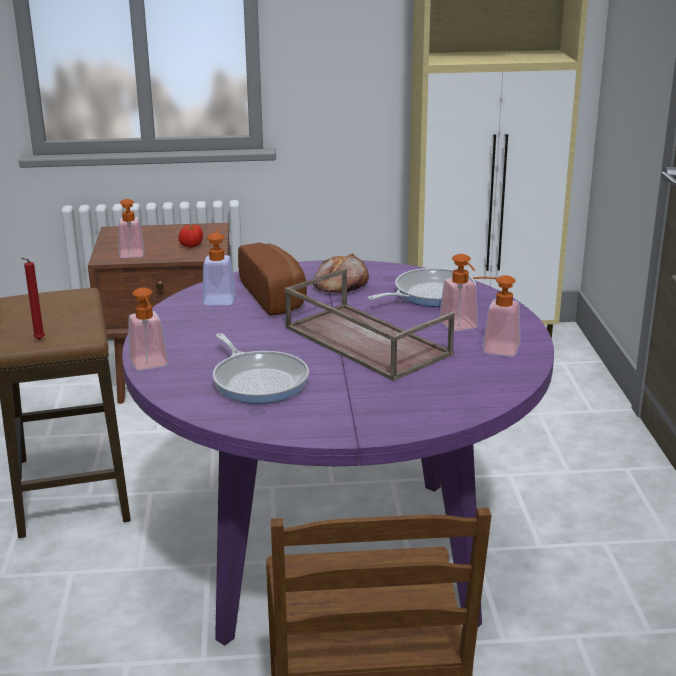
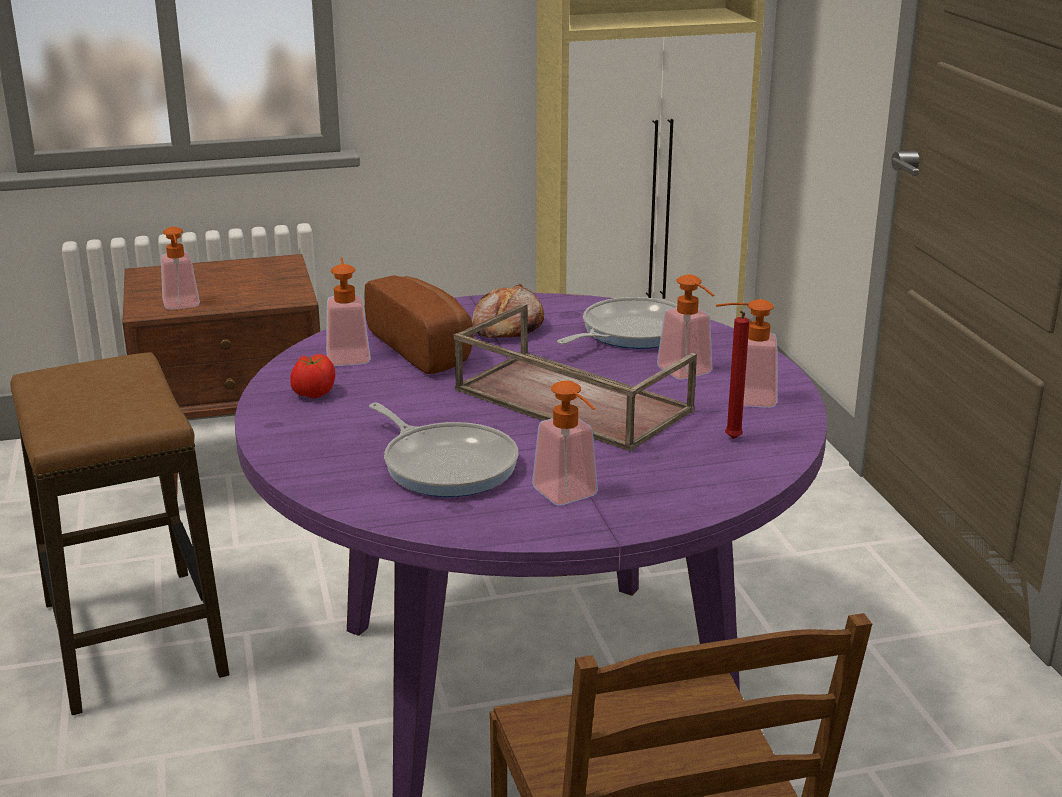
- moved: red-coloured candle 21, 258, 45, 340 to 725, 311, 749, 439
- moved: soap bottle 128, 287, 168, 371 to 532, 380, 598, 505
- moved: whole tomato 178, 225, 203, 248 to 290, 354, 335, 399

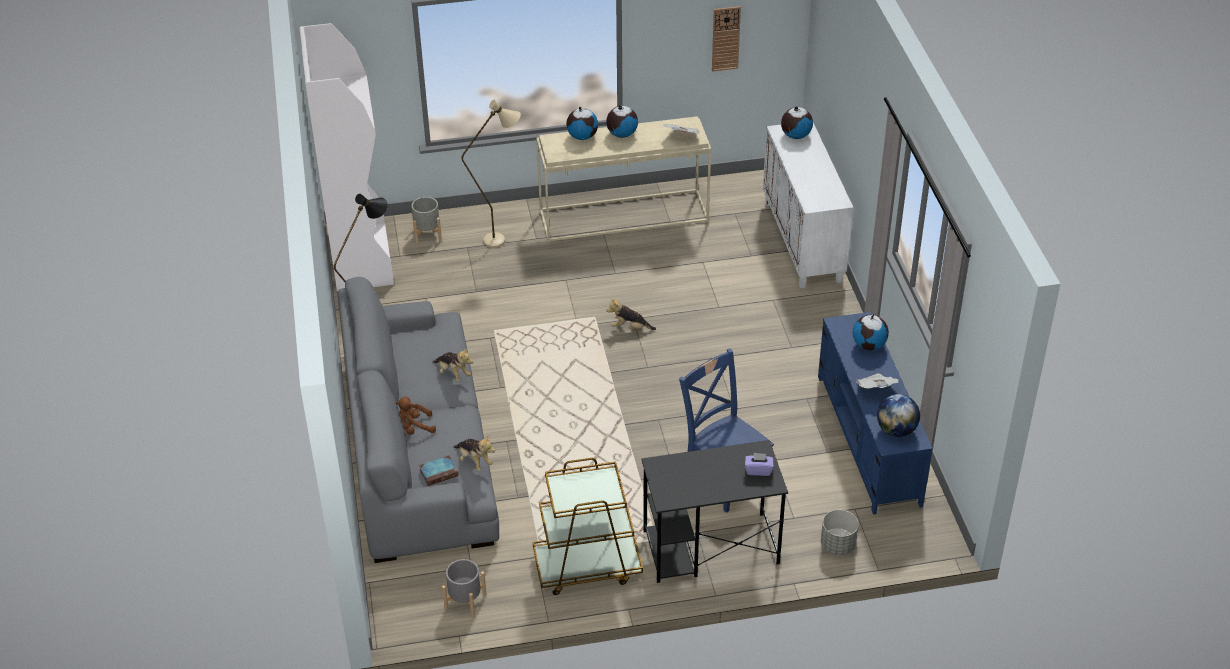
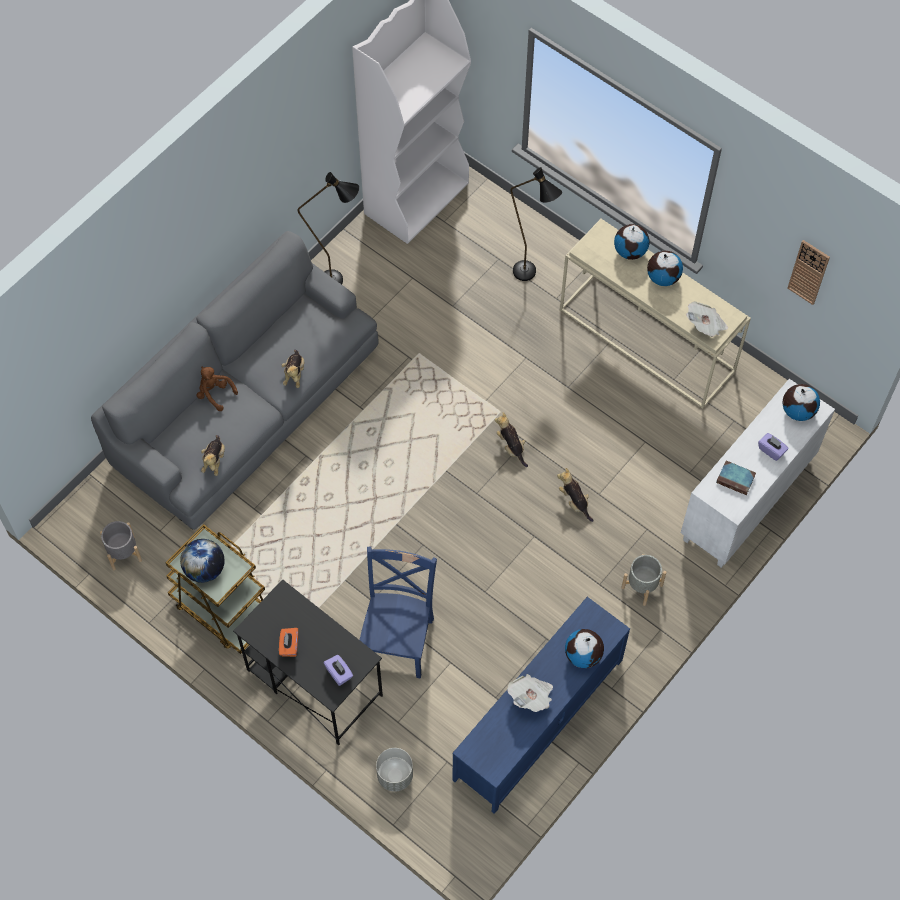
- added: orangey box of tissues 279, 628, 298, 657
- added: plush toy 557, 468, 594, 522
- added: purple-coloured box of tissues 758, 433, 788, 461
- moved: grey flower pot 411, 197, 442, 244 to 621, 554, 666, 606
- moved: bound book 419, 455, 458, 486 to 716, 460, 756, 495
- moved: desk globe 877, 394, 920, 437 to 180, 539, 225, 583
- recoloured: sand-coloured standard lamp 461, 100, 521, 248 to black-coloured standard lamp 510, 167, 562, 281

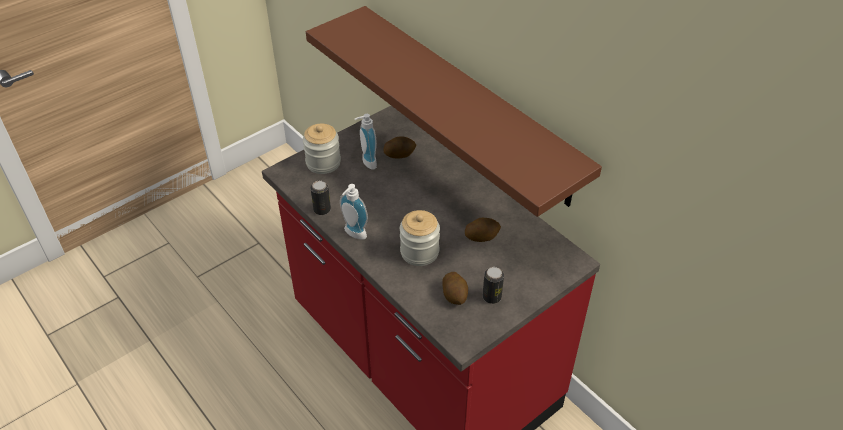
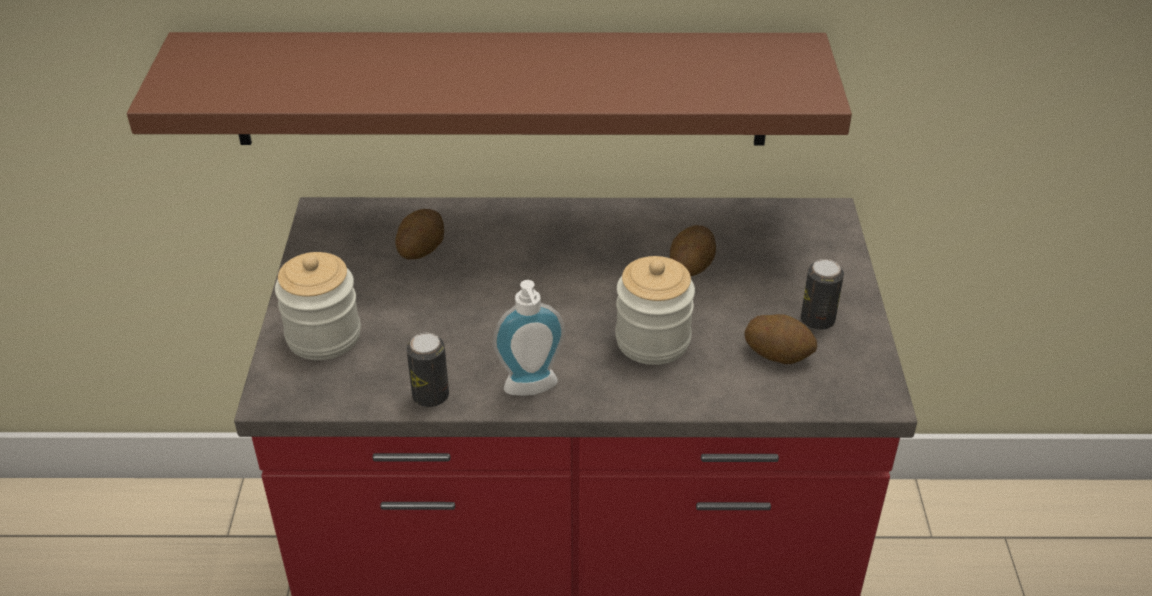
- removed: soap bottle 355, 114, 377, 169

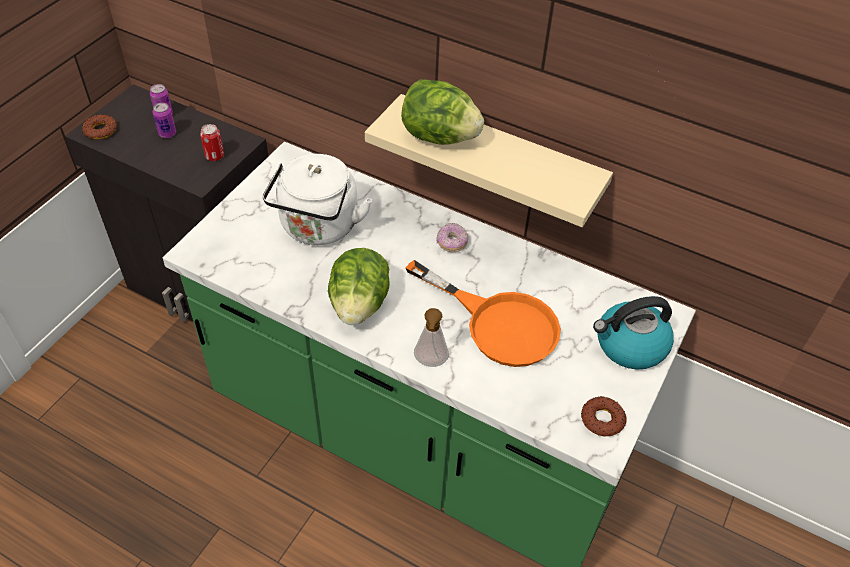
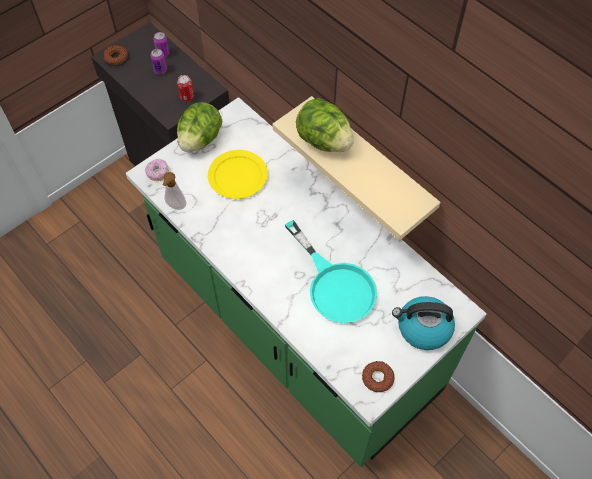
- moved: lettuce head 328, 248, 389, 325 to 177, 102, 222, 152
- moved: soap bottle 414, 308, 449, 367 to 162, 172, 186, 210
- moved: ring doughnut 436, 223, 468, 252 to 145, 159, 169, 181
- replaced: white kettle 263, 154, 372, 245 to yellow flat dish 208, 150, 268, 199
- recoloured: orangey skillet 406, 260, 561, 367 to turquoise-coloured skillet 285, 220, 377, 323

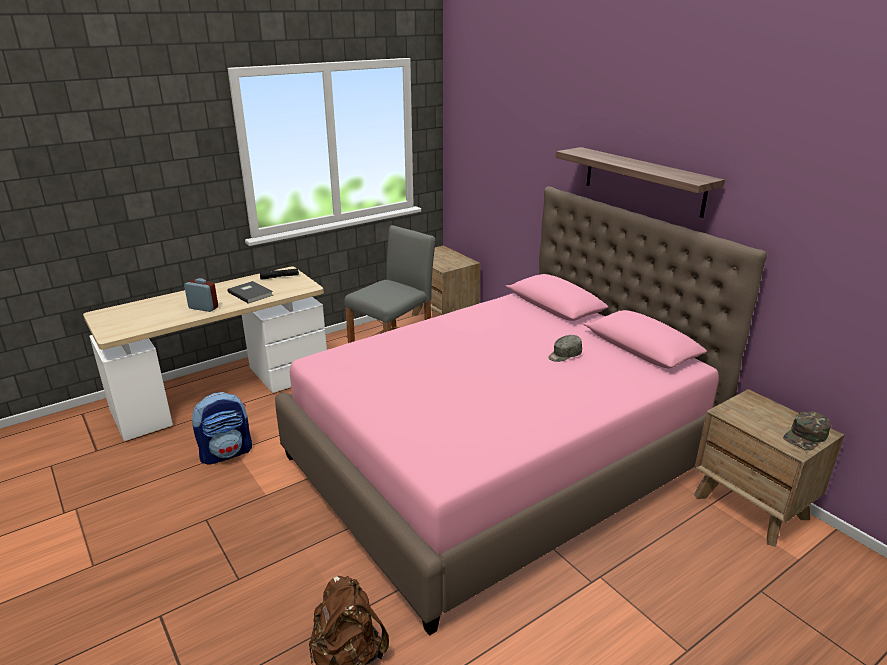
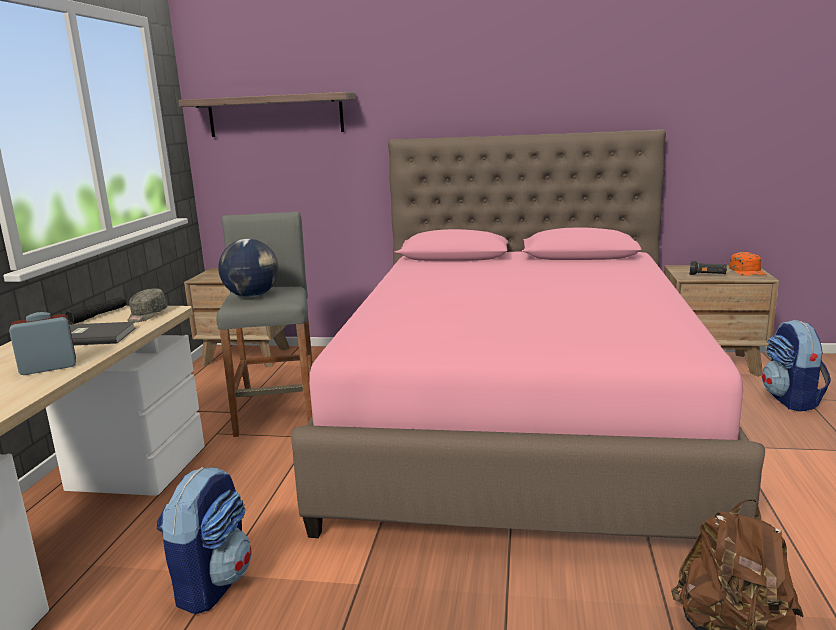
- added: desk globe 218, 239, 279, 297
- added: black-coloured hand torch 690, 261, 727, 275
- added: backpack 762, 320, 831, 412
- moved: grey cap 548, 335, 582, 362 to 127, 288, 167, 322
- moved: shelf 556, 147, 725, 218 to 178, 92, 356, 137
- recoloured: greenish cap 783, 411, 831, 450 to orangey cap 729, 252, 767, 276

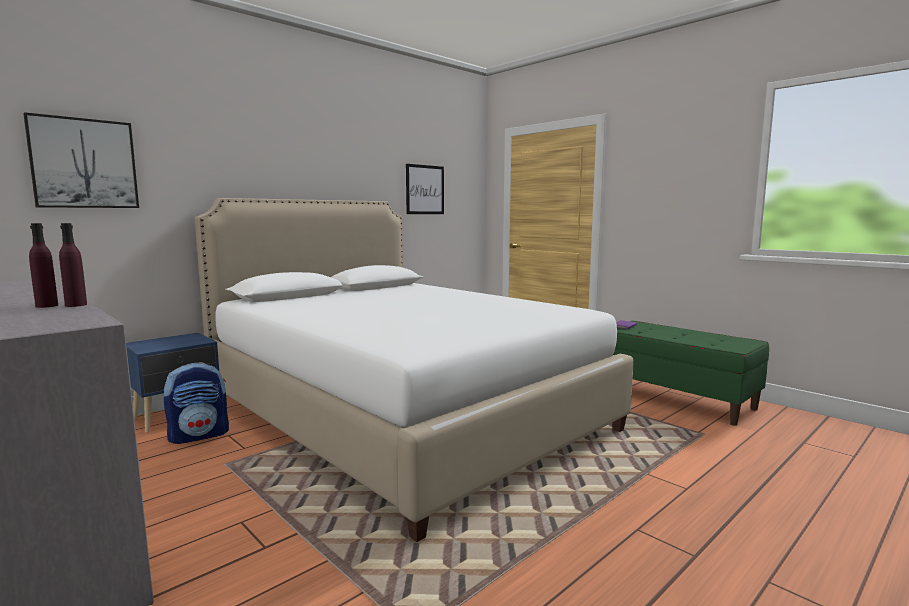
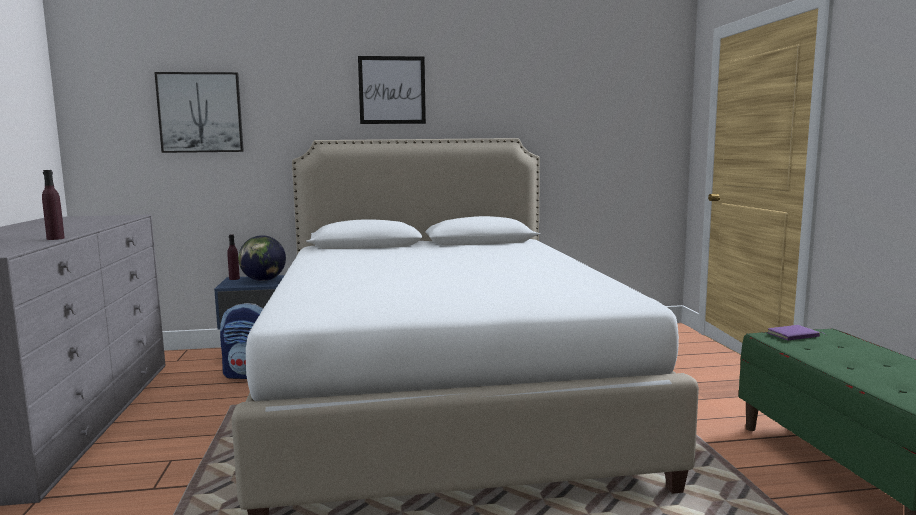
- added: desk globe 238, 235, 286, 281
- moved: purple-coloured beverage bottle 29, 223, 58, 308 to 227, 234, 240, 280
- moved: picture 406, 164, 444, 214 to 358, 56, 426, 124

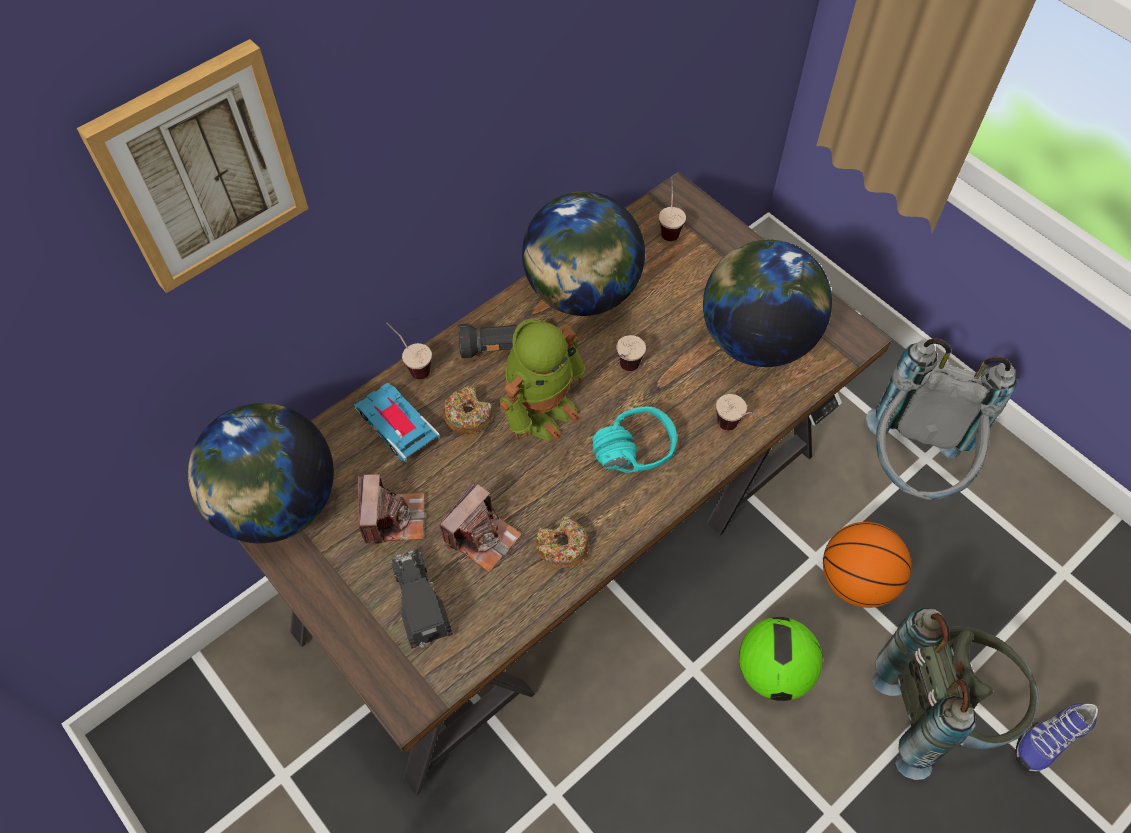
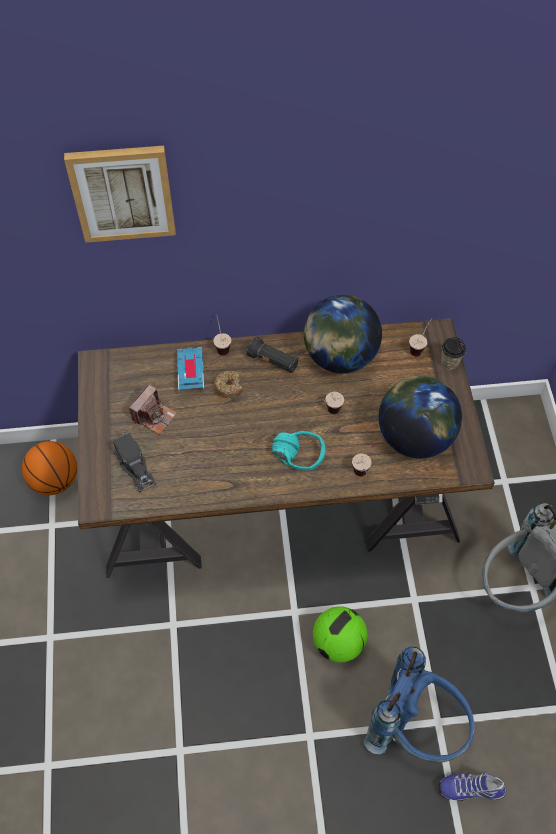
- removed: desk globe 188, 403, 334, 543
- removed: still camera 439, 482, 522, 572
- removed: toy robot 499, 319, 585, 442
- removed: ring doughnut 536, 517, 589, 568
- added: cup 441, 337, 466, 370
- moved: ball for basketball 823, 522, 911, 608 to 22, 441, 77, 495
- recoloured: grey backpack 872, 608, 1039, 780 to blue-coloured backpack 364, 646, 475, 763
- turned: toy truck 391, 549, 453, 649 = 113, 428, 156, 493 135 degrees clockwise

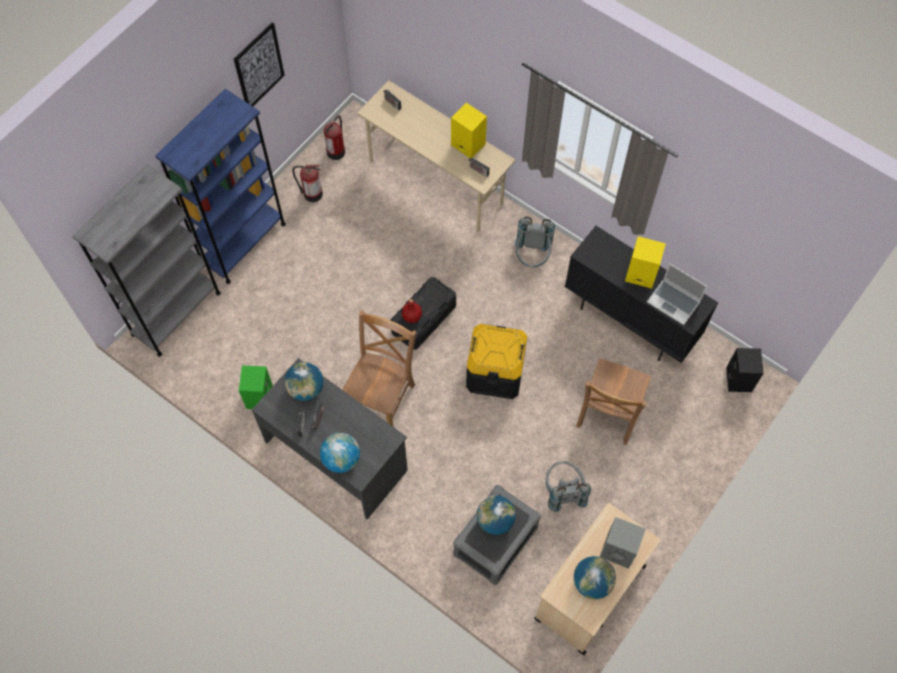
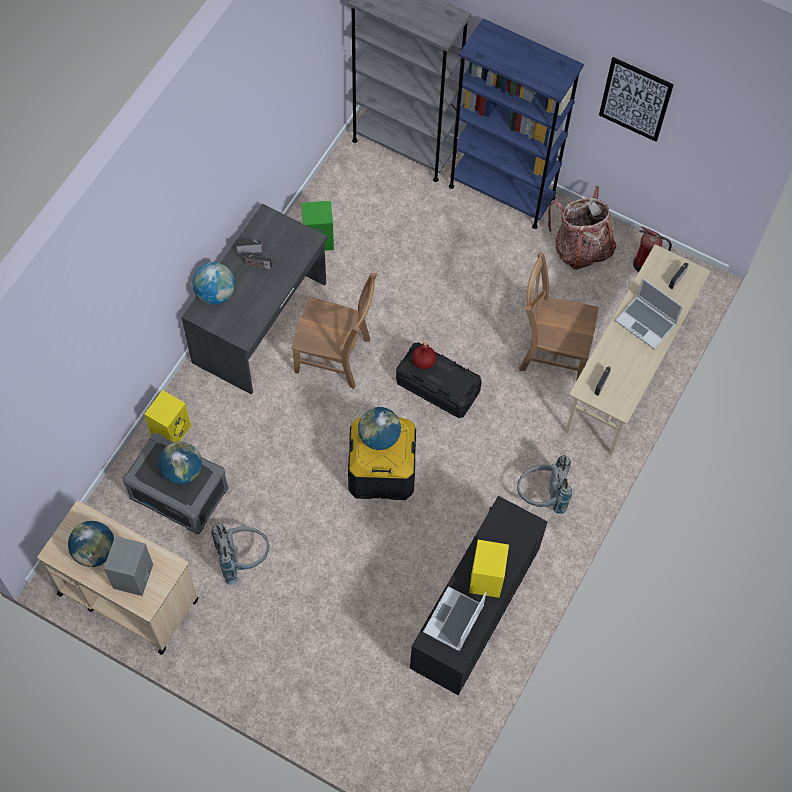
- removed: black-coloured loudspeaker 726, 348, 764, 392
- added: laptop 615, 278, 683, 349
- moved: desk globe 285, 362, 323, 401 to 358, 407, 401, 450
- moved: yellow loudspeaker 451, 103, 487, 158 to 144, 390, 191, 442
- moved: brownish chair 576, 358, 651, 445 to 519, 252, 599, 379
- replaced: fire extinguisher 292, 165, 323, 202 to backpack 548, 186, 616, 270

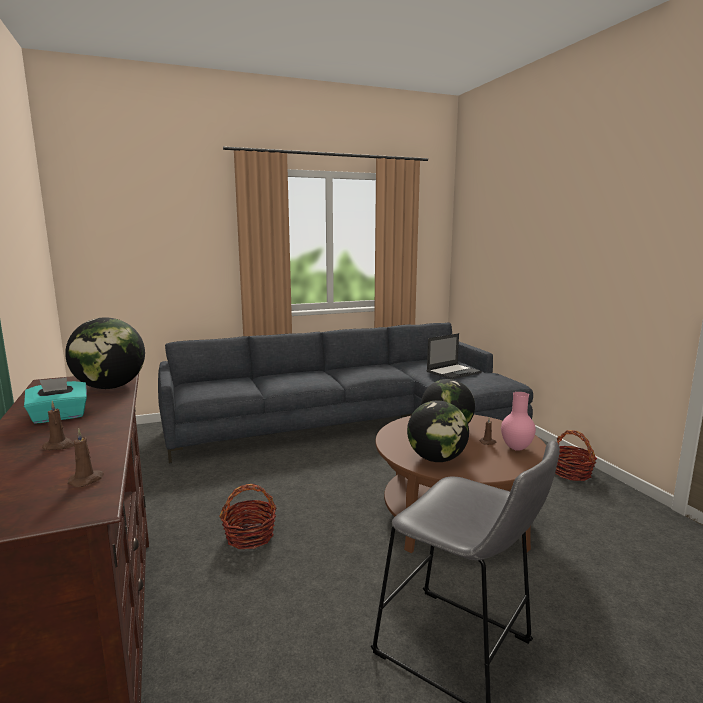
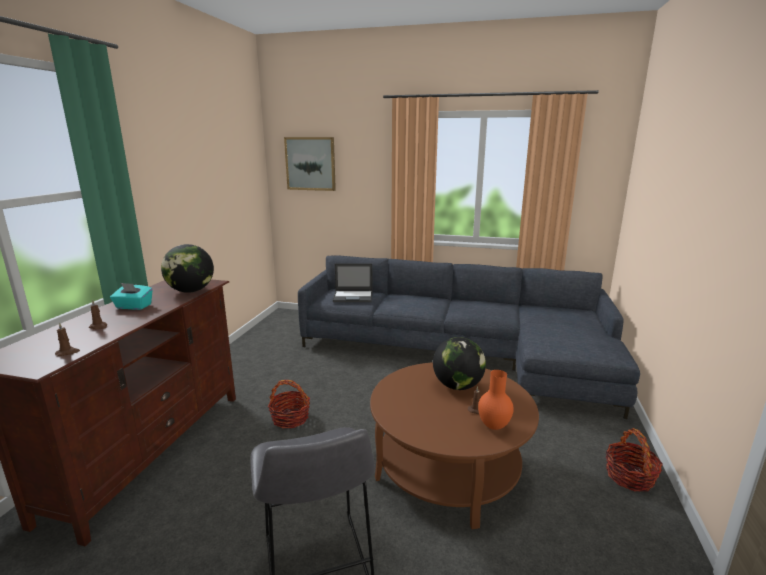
- removed: desk globe 407, 400, 469, 462
- added: picture 284, 137, 336, 191
- moved: laptop 427, 333, 482, 379 to 332, 264, 373, 302
- recoloured: pink decorative vase 501, 392, 536, 451 to orangey decorative vase 478, 370, 514, 430

